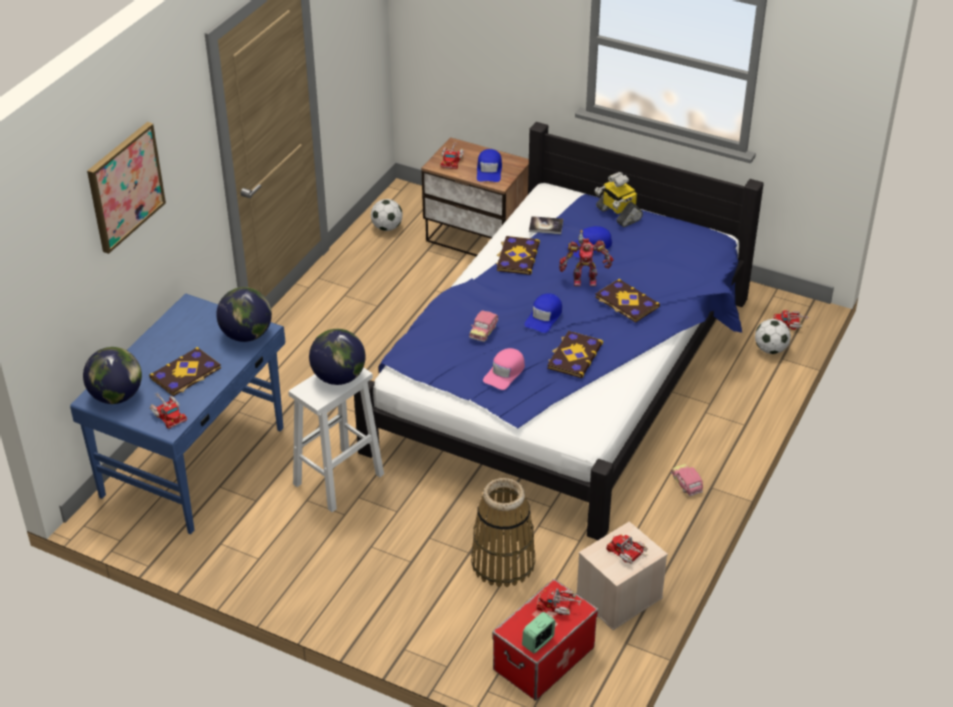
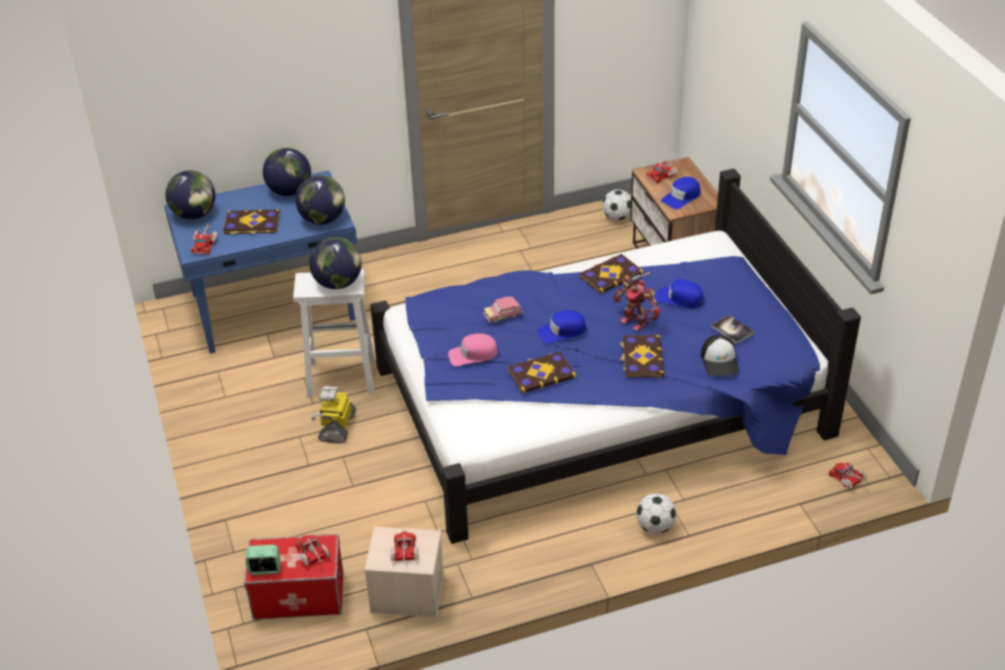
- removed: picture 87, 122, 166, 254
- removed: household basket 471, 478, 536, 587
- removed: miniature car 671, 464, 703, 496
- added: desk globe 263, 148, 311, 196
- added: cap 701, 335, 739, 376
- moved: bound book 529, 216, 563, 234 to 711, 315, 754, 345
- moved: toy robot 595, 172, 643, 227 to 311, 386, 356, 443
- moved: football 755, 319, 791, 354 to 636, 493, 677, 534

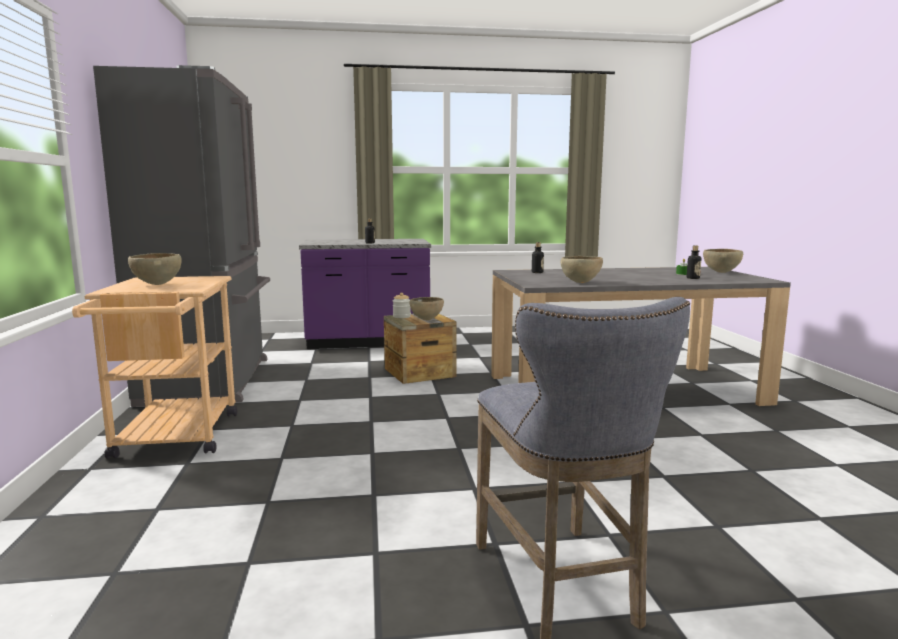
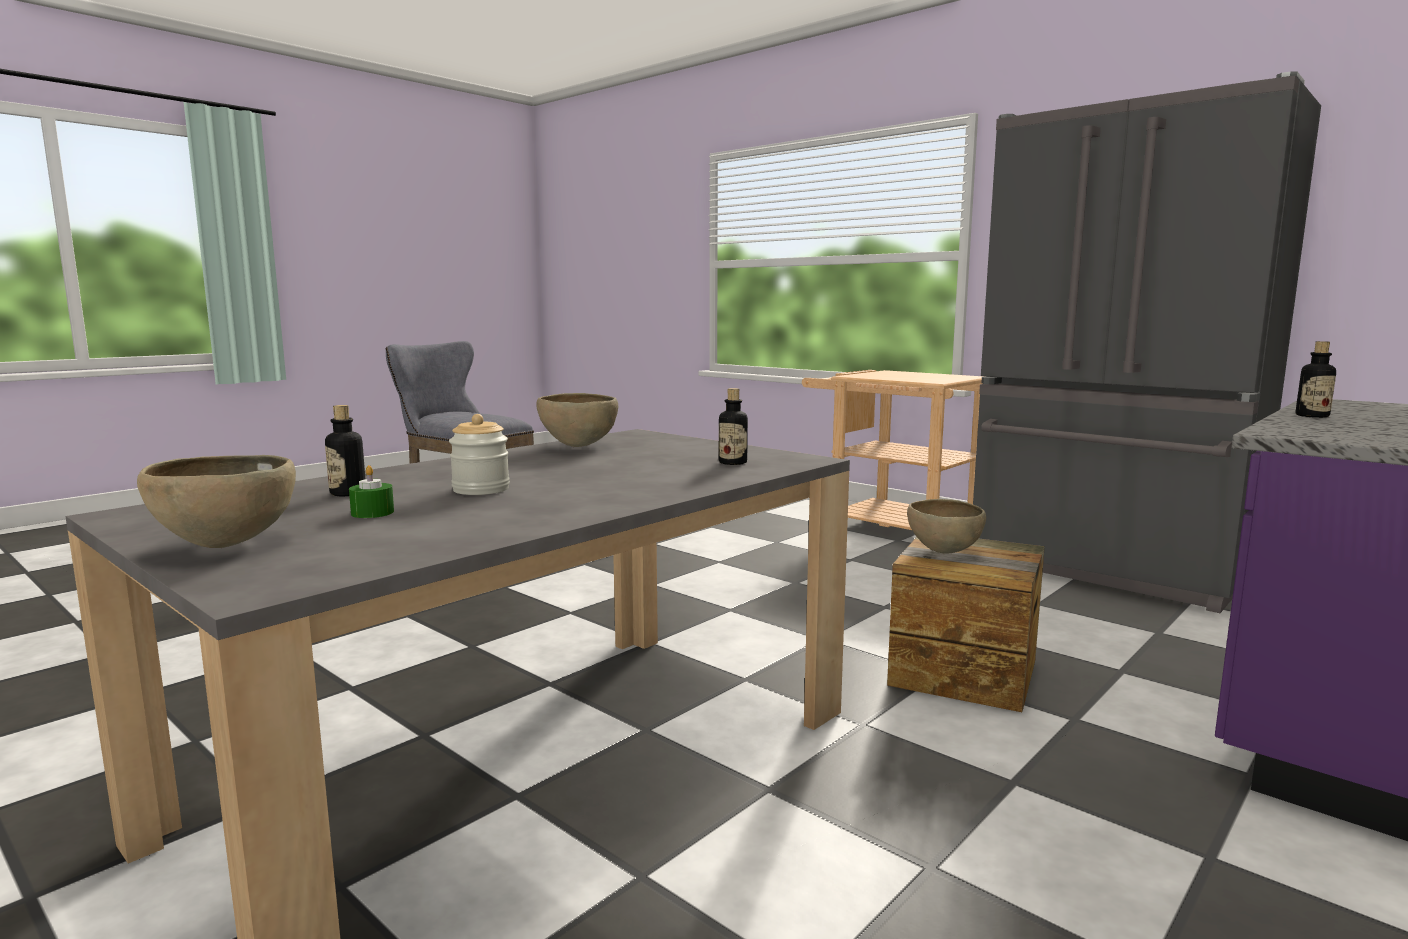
- removed: brownish deep dish 128, 253, 182, 285
- moved: preserve jar 393, 293, 411, 318 to 449, 414, 510, 495

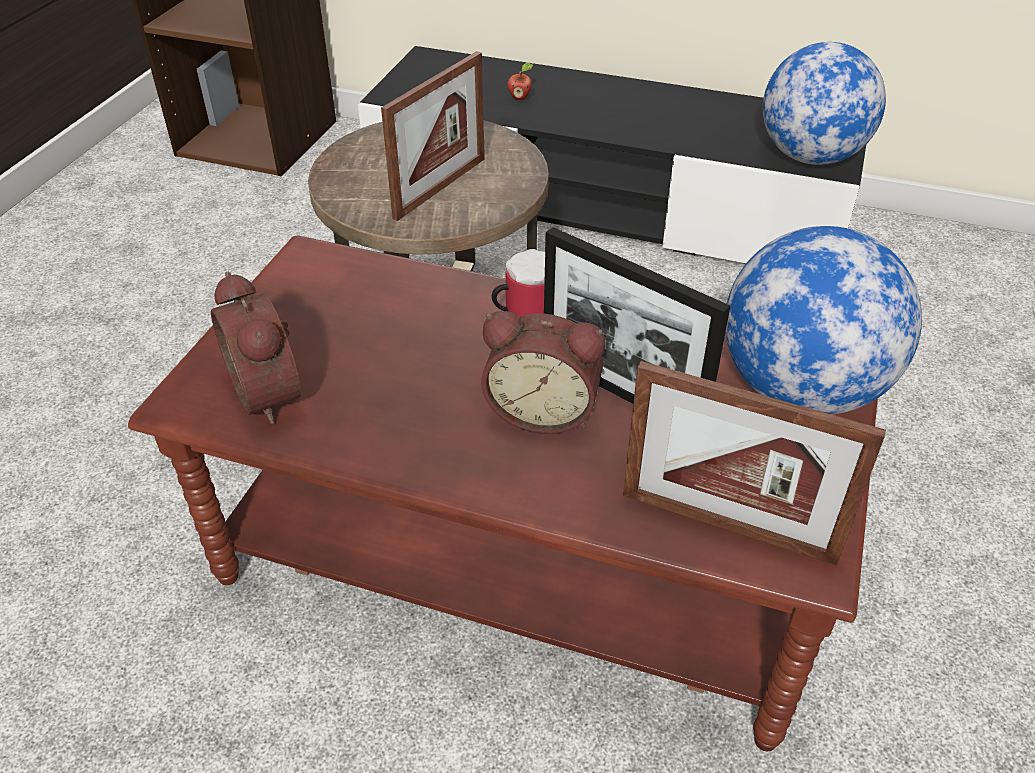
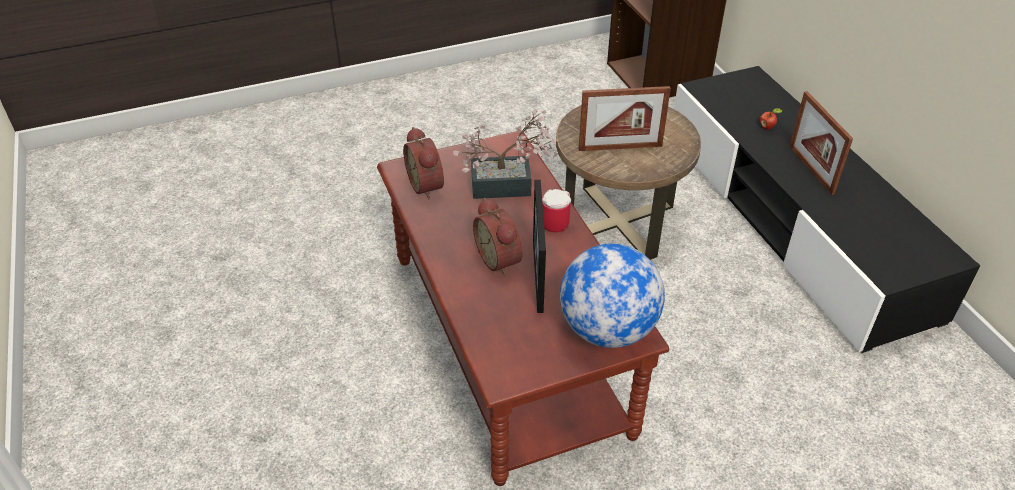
- removed: desk globe 763, 42, 886, 165
- added: plant in a pot 453, 109, 558, 199
- moved: photo frame 623, 361, 886, 565 to 789, 91, 853, 195
- turned: alarm clock 211, 272, 301, 424 = 403, 127, 444, 199 45 degrees counterclockwise

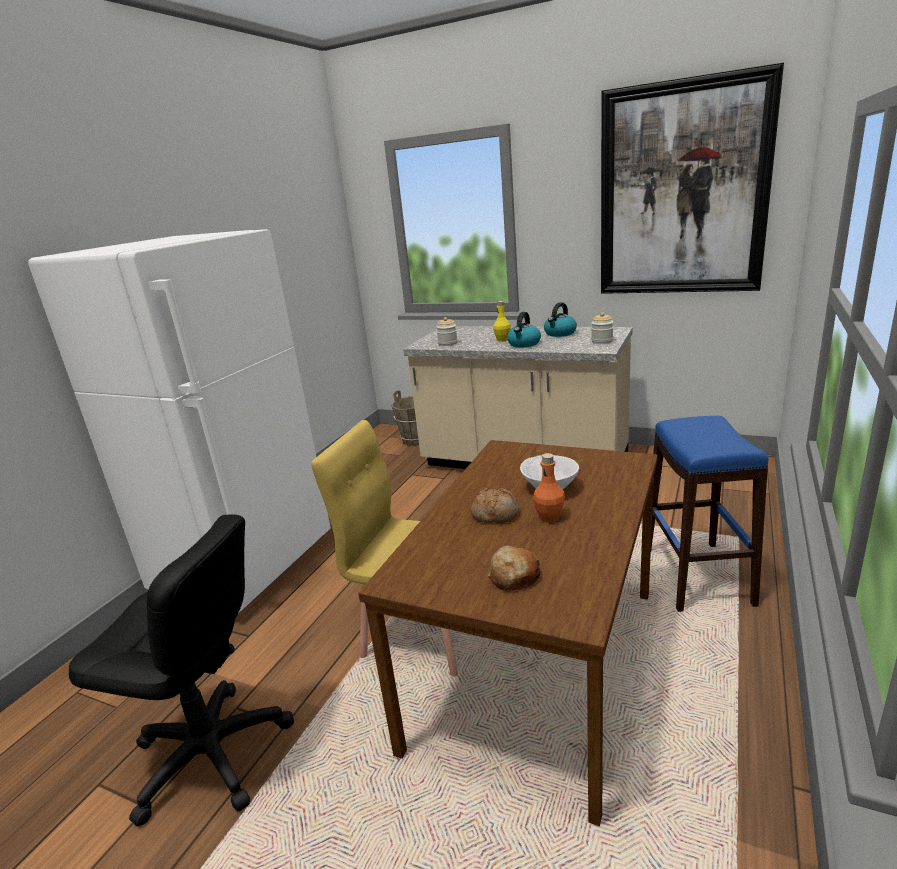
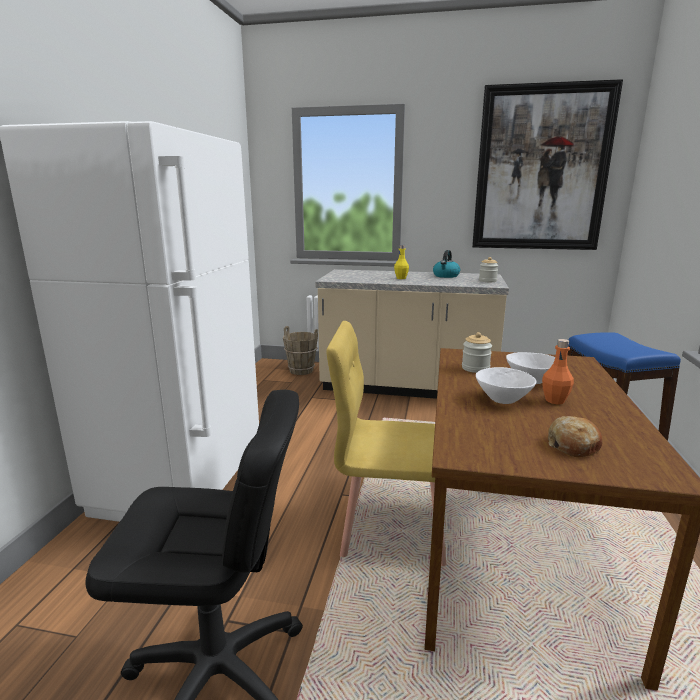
- removed: kettle 507, 312, 541, 348
- moved: preserve jar 436, 317, 458, 346 to 462, 332, 492, 373
- replaced: baked bread 471, 488, 519, 523 to white deep dish 476, 367, 537, 404

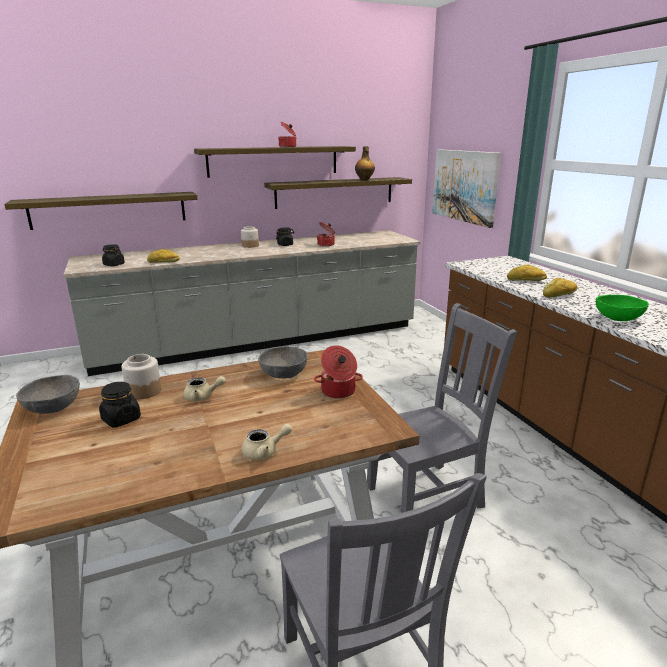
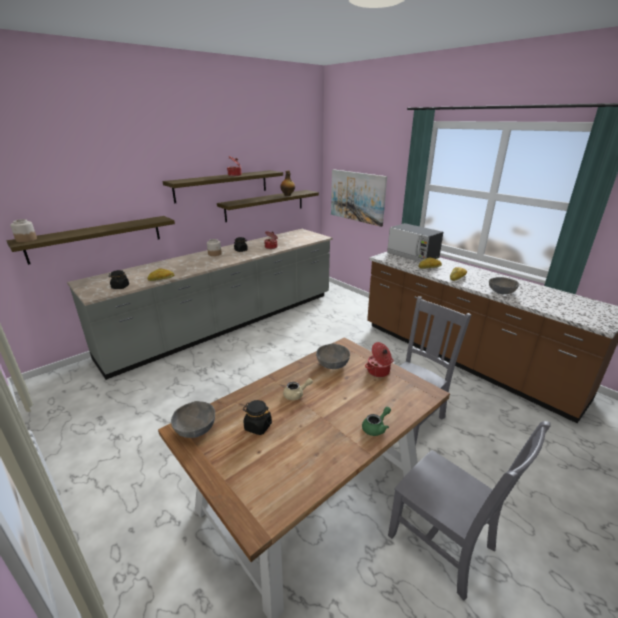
- added: microwave 387, 223, 443, 262
- moved: preserve jar 121, 354, 161, 399 to 10, 219, 37, 242
- recoloured: sand-coloured pot for tea 242, 424, 293, 460 to greenish pot for tea 362, 406, 391, 436
- recoloured: greenish deep dish 596, 295, 649, 321 to grey deep dish 489, 277, 519, 294

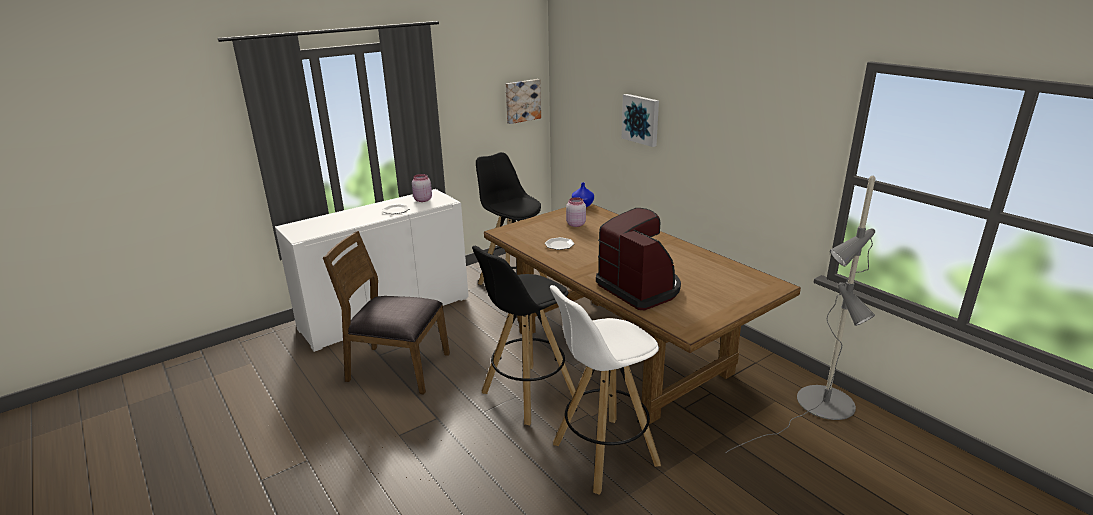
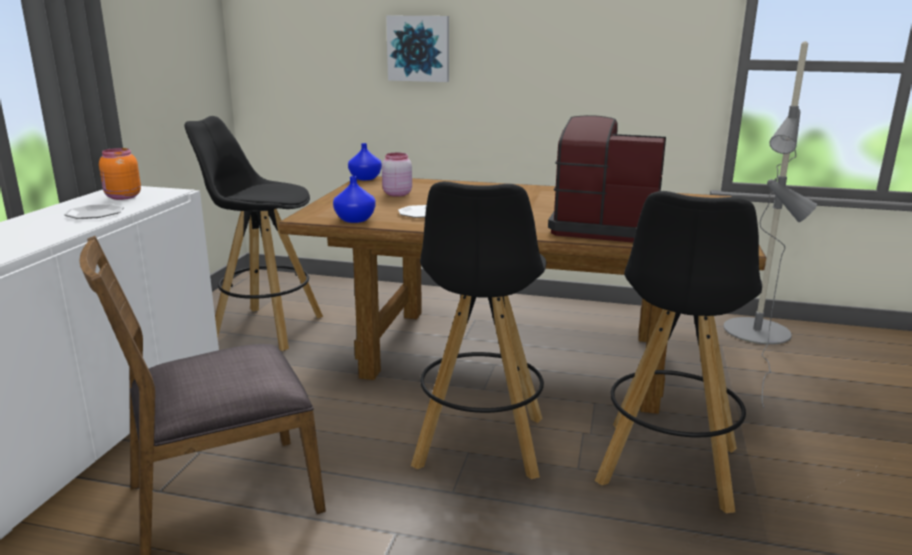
- removed: picture 506, 79, 541, 124
- added: blue-coloured decorative vase 333, 176, 376, 223
- recoloured: pink preserve jar 412, 174, 432, 202 to orangey preserve jar 99, 148, 141, 200
- recoloured: white stool 550, 285, 661, 495 to black-coloured stool 595, 191, 762, 513

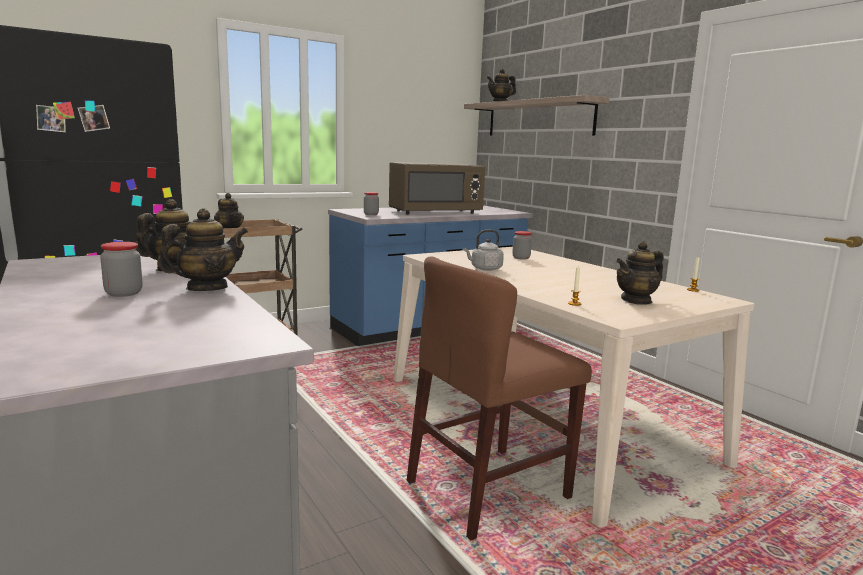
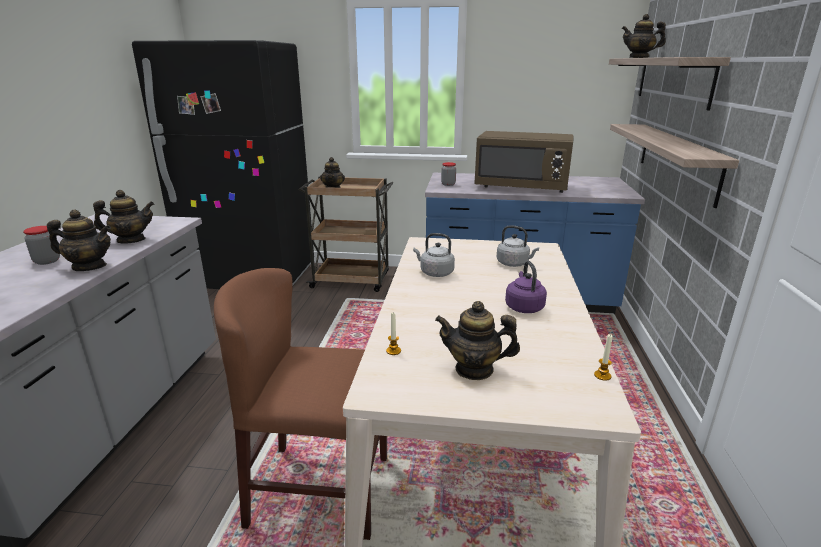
- added: purple-coloured kettle 505, 261, 547, 313
- added: shelf 610, 124, 739, 208
- replaced: preserve jar 512, 231, 532, 260 to grey kettle 497, 225, 539, 267

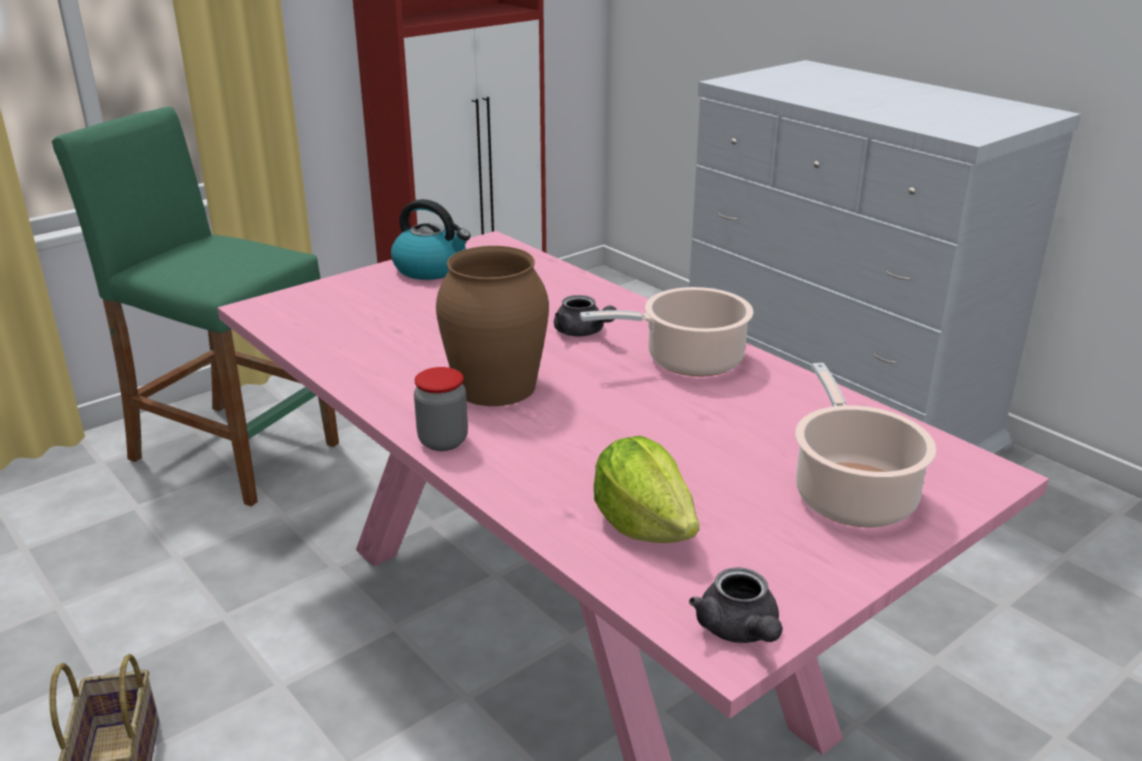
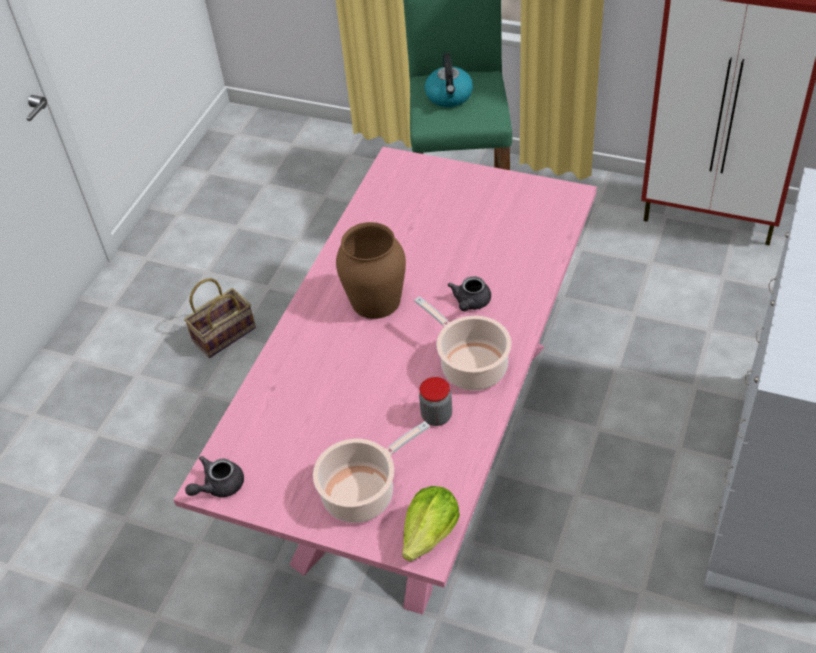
- moved: kettle 391, 199, 471, 280 to 425, 53, 473, 107
- moved: preserve jar 414, 367, 468, 451 to 419, 377, 452, 426
- moved: lettuce head 594, 435, 700, 543 to 402, 486, 460, 561

